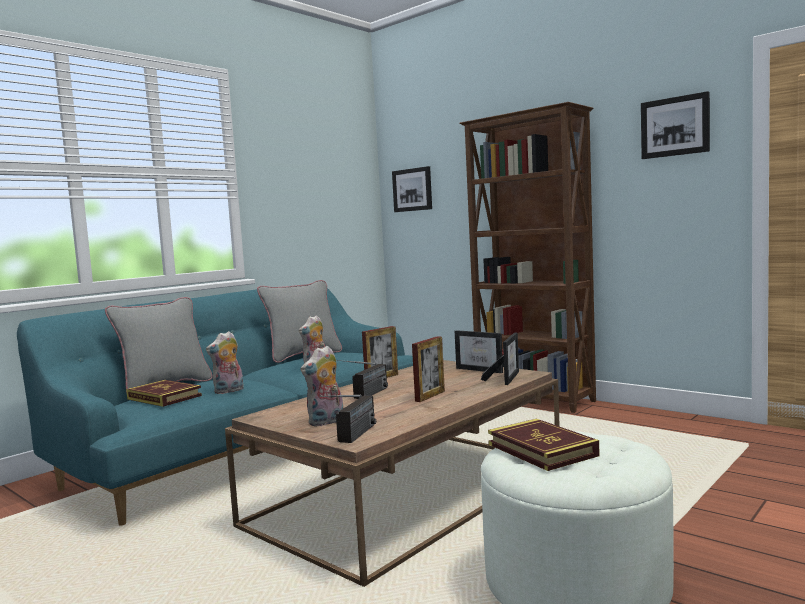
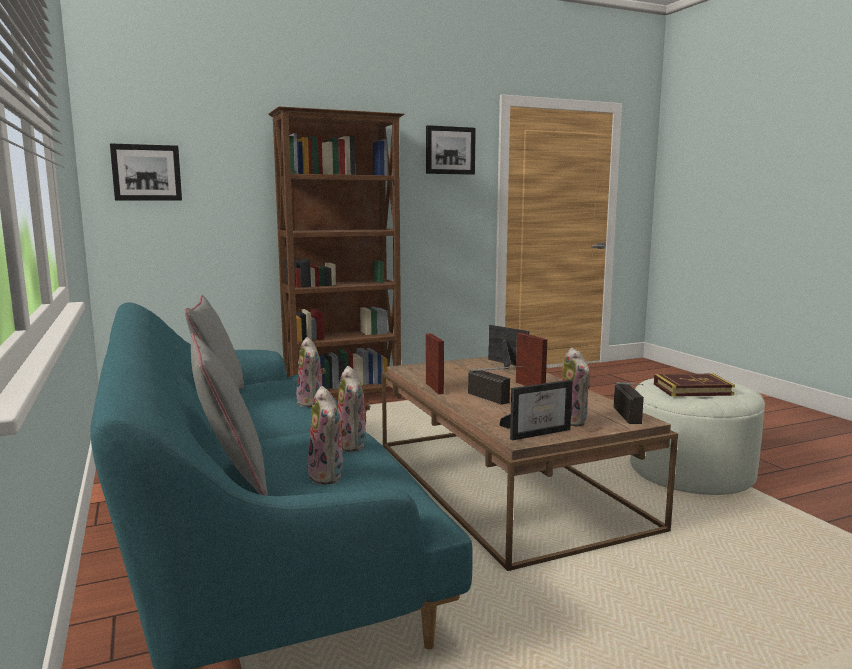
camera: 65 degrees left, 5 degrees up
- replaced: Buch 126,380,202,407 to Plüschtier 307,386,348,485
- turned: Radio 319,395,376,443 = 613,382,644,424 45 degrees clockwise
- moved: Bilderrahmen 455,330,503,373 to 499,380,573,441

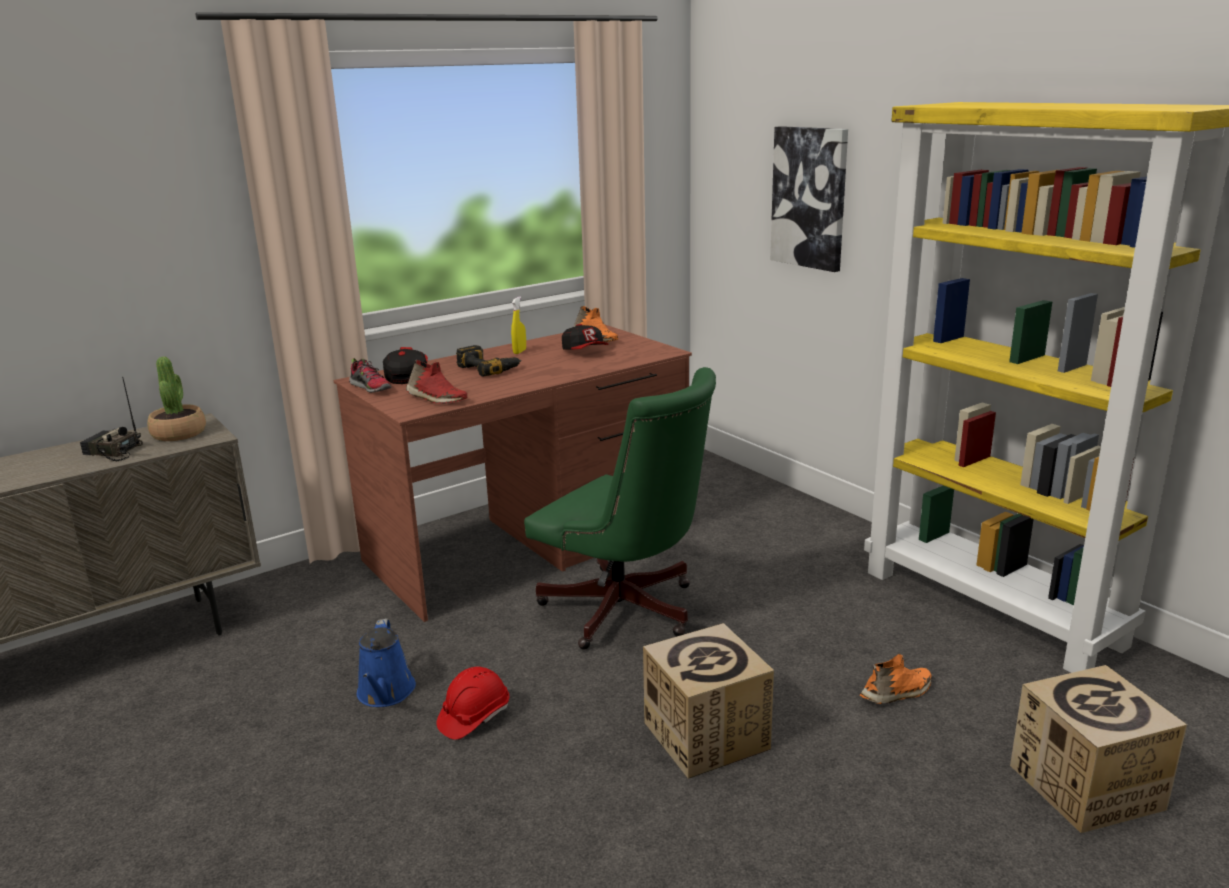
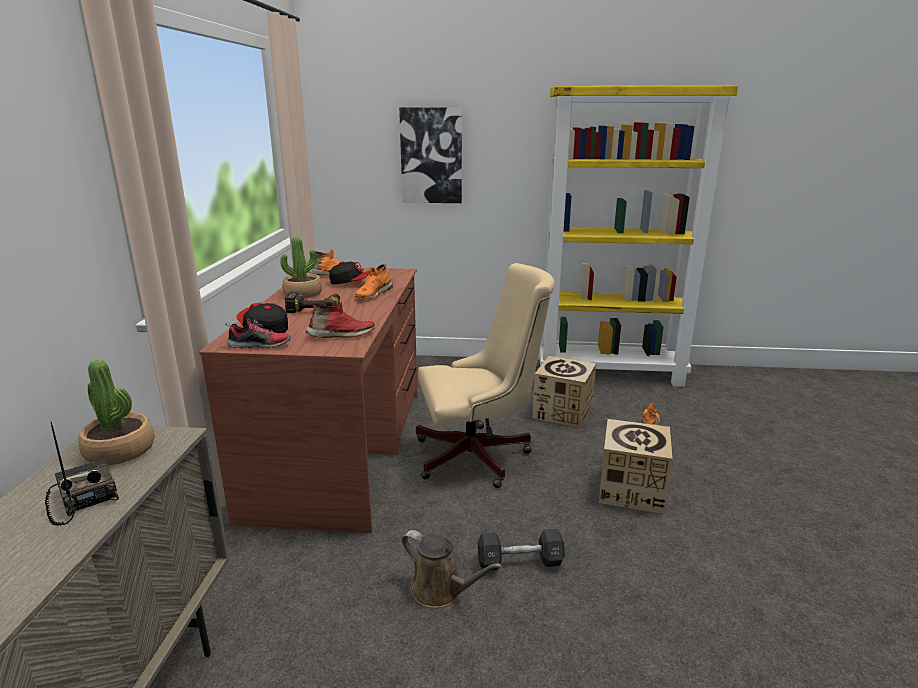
camera: 50 degrees left, 0 degrees up
- turned: Radio 80,377,143,462 = 45,422,119,526 90 degrees clockwise
- recoloured: Gießkanne/blau 357,619,416,707 to Gießkanne/braun 402,530,502,608
- replaced: Schutzhelm/rot 436,667,510,740 to Hantel/schwarz 478,529,565,571
- replaced: Sprühflasche/gelb 511,296,526,354 to Topfpflanze 280,237,322,298
- recoloured: Bürostuhl/grün 524,367,716,650 to Bürostuhl/beige 416,263,555,488
- moved: Karton 1010,665,1187,833 to 532,356,596,428
- added: Schuh/orange 355,264,393,299

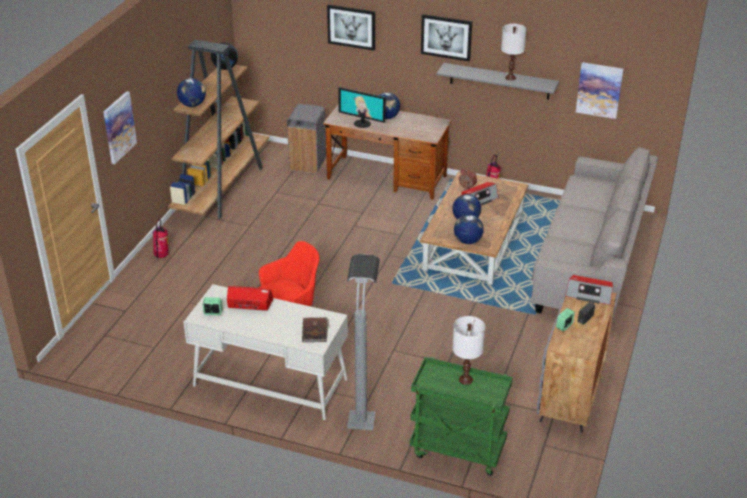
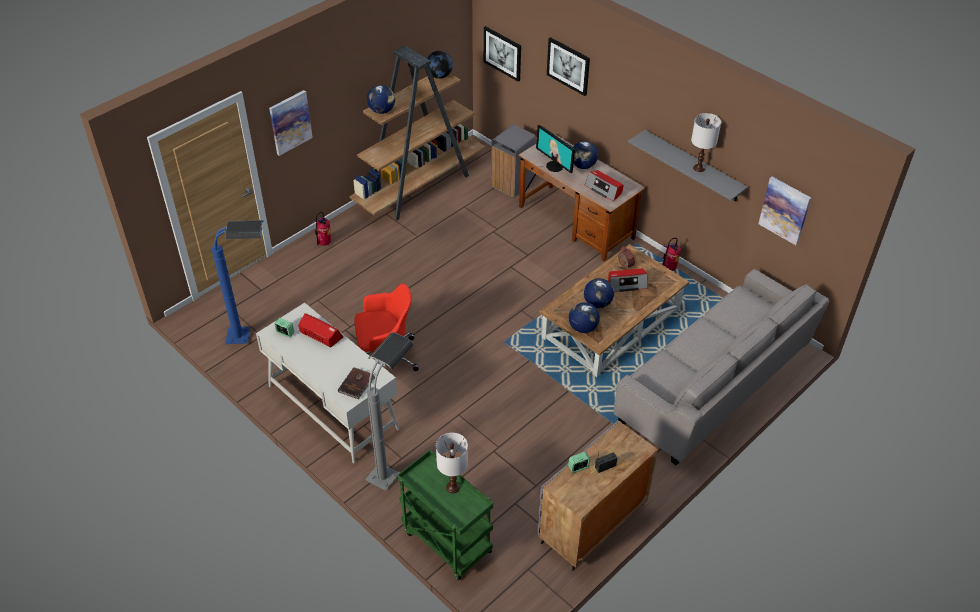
camera: 25 degrees right, 10 degrees up
- moved: Bild 421,14,472,62 to 484,26,521,82
- moved: Radio 565,275,613,305 to 585,170,623,202
- added: Stehlampe/blau 212,220,263,344

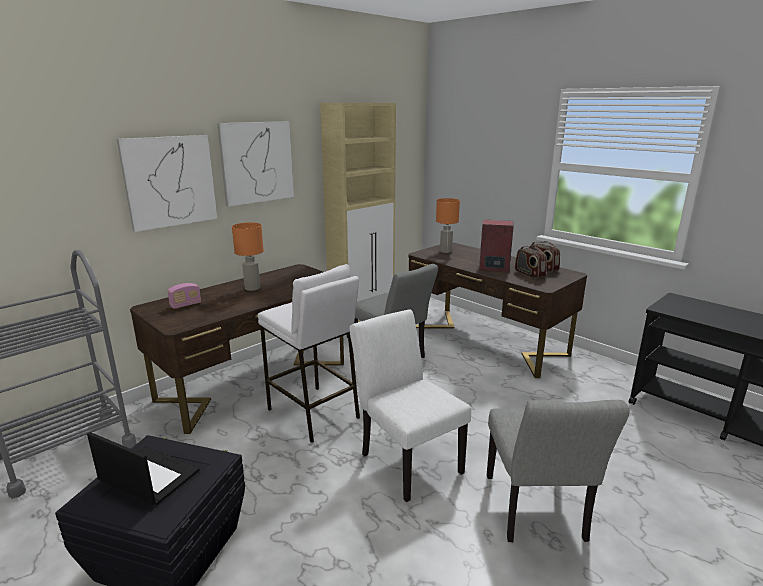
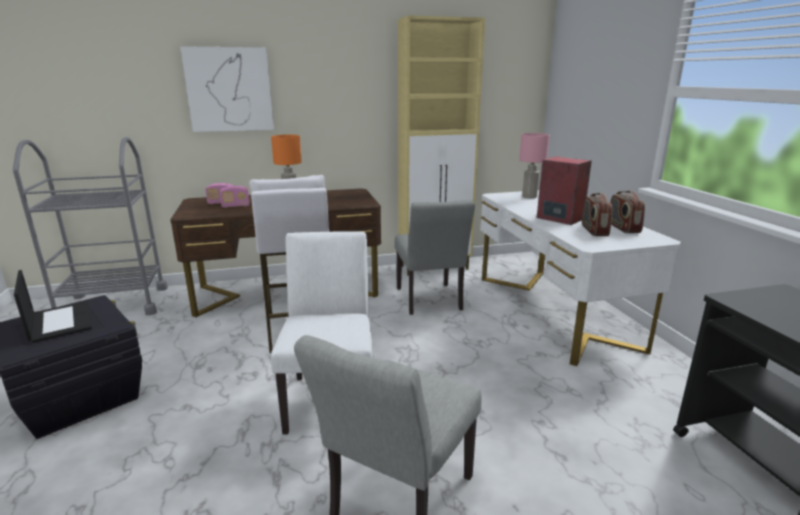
camera: 30 degrees right, 0 degrees up
- removed: Bild 217,121,294,207
- recoloured: Schreibtisch/braun 409,243,587,378 to Schreibtisch/weiß 480,190,681,366
- recoloured: Tischlampe/orange 436,198,460,253 to Tischlampe/rosa 519,133,550,198
- added: Radio 220,186,250,208

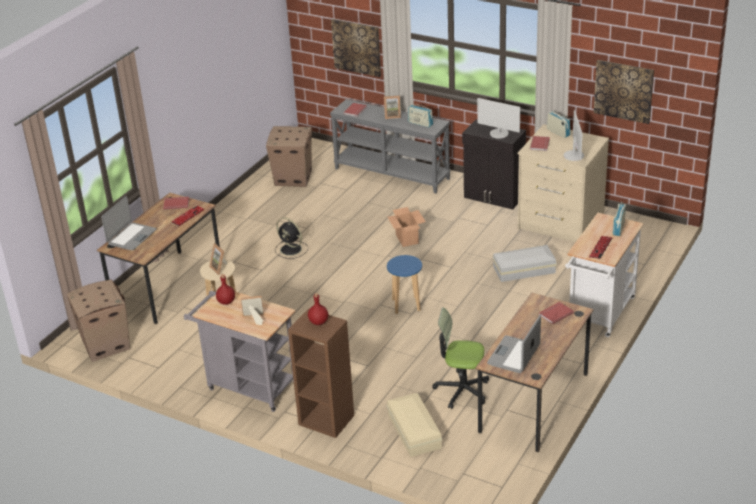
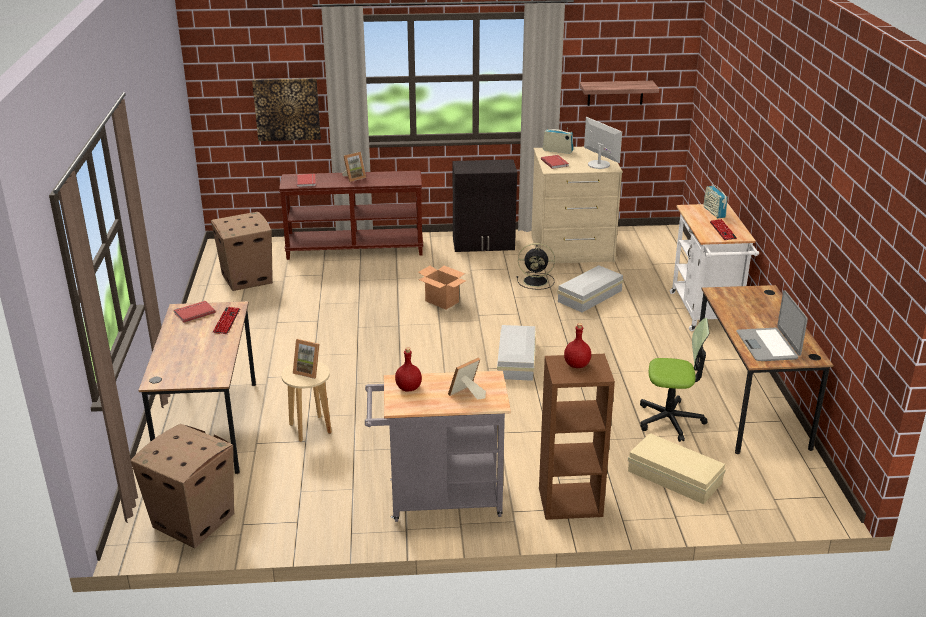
camera: 35 degrees left, 5 degrees down
- removed: Laptop 101,196,157,250
- moved: Ventilator/schwarz 275,217,308,259 to 517,243,555,290
- recoloured: Konsolentisch/grau 330,99,451,194 to Konsolentisch/braun 279,171,423,260
- replaced: Hocker/blau 387,255,422,314 to Aufbewahrungsbox/weiß 497,325,536,381
- removed: Radio 408,104,433,127
- turned: Bürostuhl 432,307,489,409 = 640,318,709,442 150 degrees counterclockwise
- removed: Monitor 477,98,520,139
- removed: Buch/rot 539,302,574,324
- replaced: Bild 594,60,654,124 to Wandregal 580,81,659,106

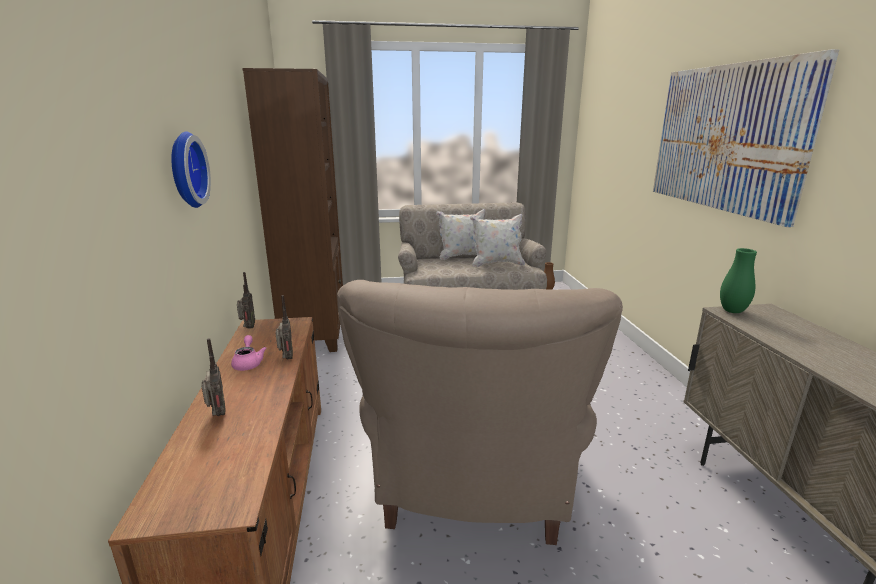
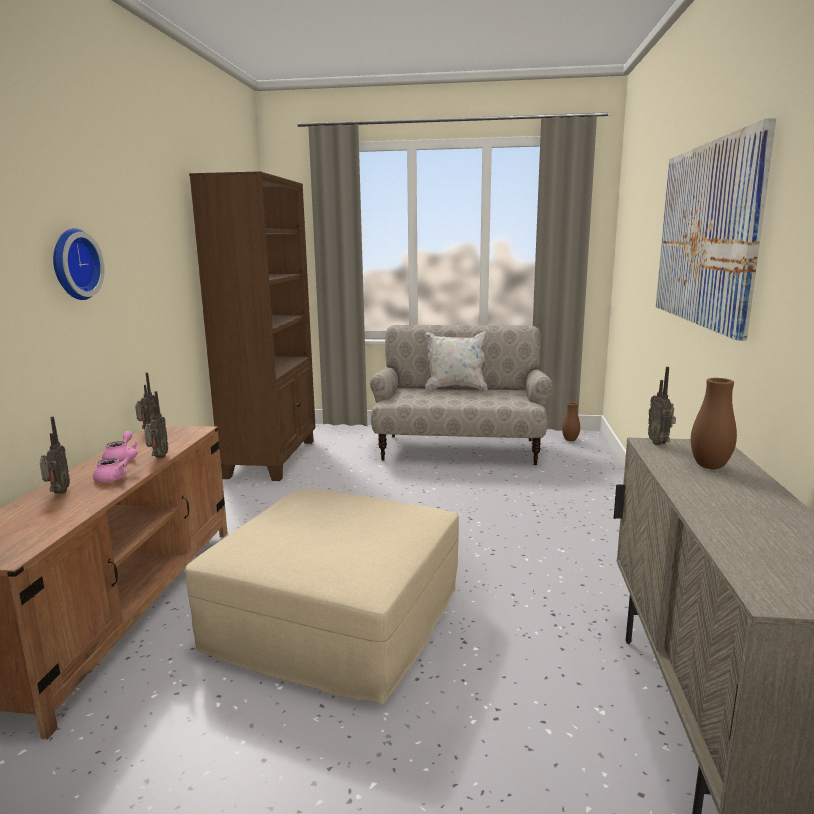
camera: 15 degrees right, 5 degrees down
- replaced: Sessel/beige 337,280,623,545 to Polsterhocker/beige 185,489,459,705
- removed: Kissen/weiß 470,214,525,267
- replaced: Vase/grün 720,248,757,313 to Radio 648,367,676,445
- added: Teekanne/rosa 93,448,138,482
- added: Vase/braun 691,378,737,469

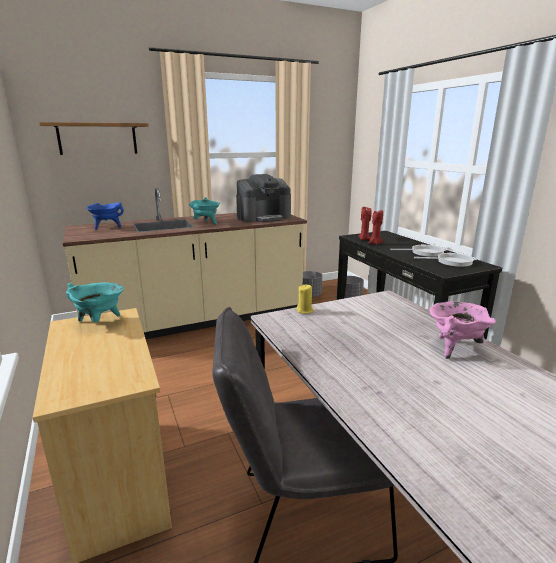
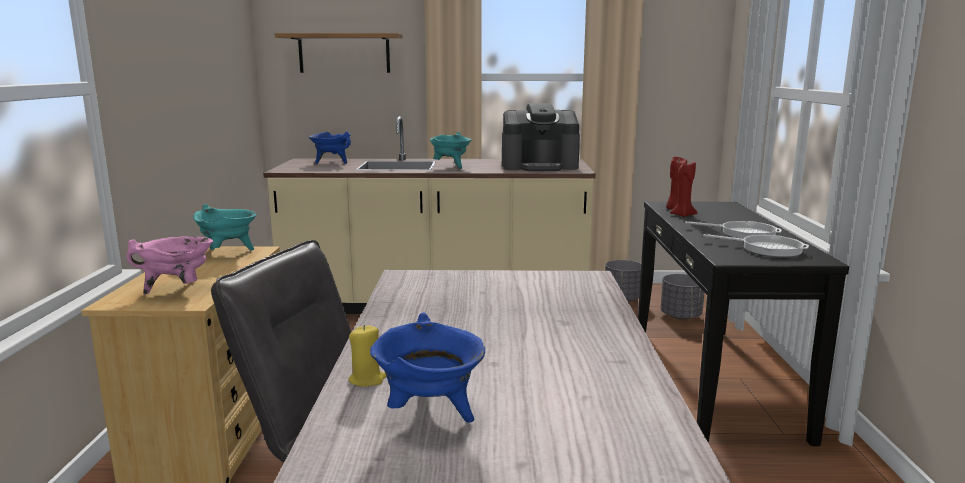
camera: 25 degrees right, 5 degrees down
- moved: Kerze/gelb 296,284,314,314 to 348,325,386,386
- moved: Kochtopf/rosa 430,302,496,359 to 126,236,213,295
- added: Kochtopf/blau 370,312,485,423

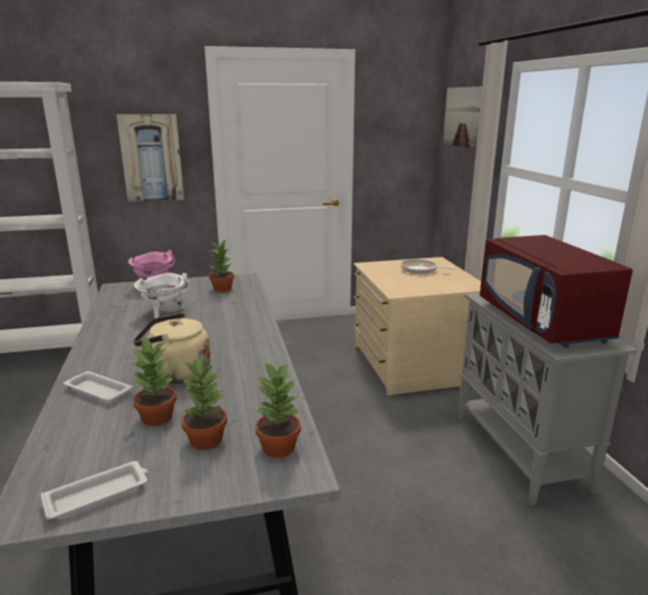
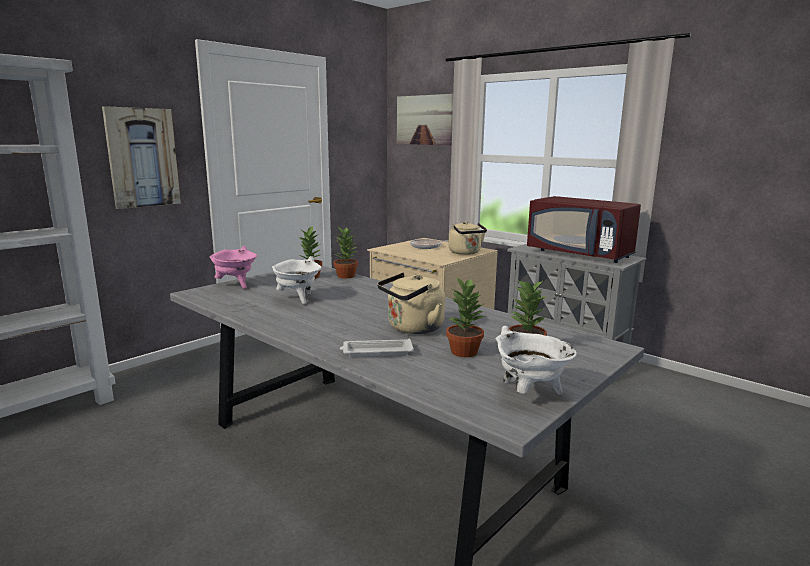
camera: 35 degrees left, 5 degrees down
- replaced: Tablett/weiß 40,461,147,519 to Kochtopf/weiß 496,326,577,394
- moved: Topfpflanze 255,362,301,458 to 334,226,358,279
- added: Wasserkessel/beige 448,221,487,255

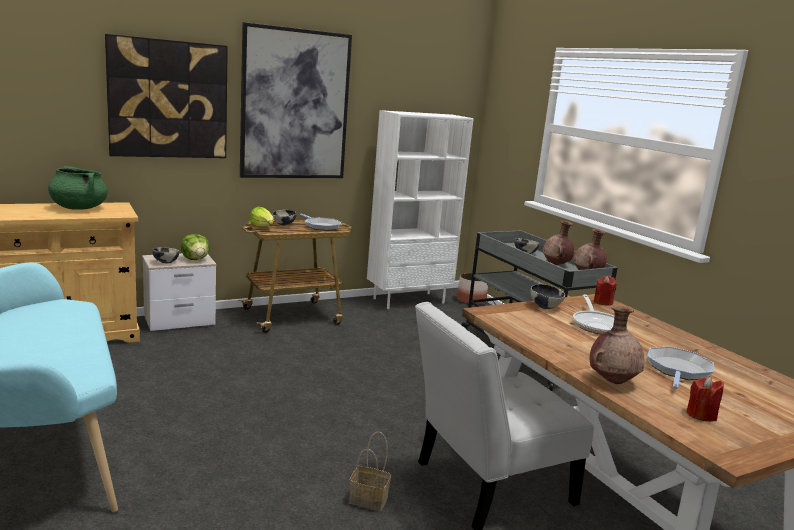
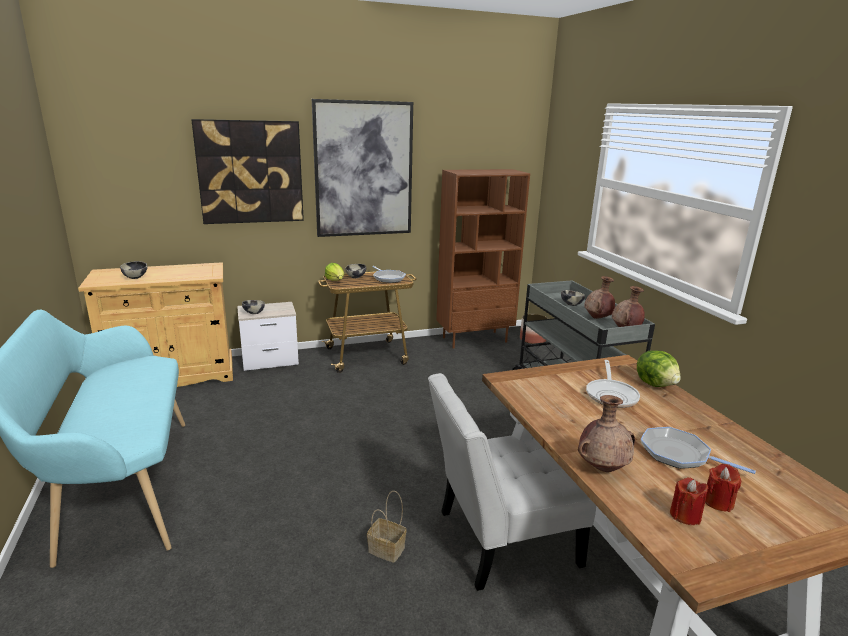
camera: 10 degrees right, 5 degrees up
- removed: Kochtopf/grün 48,166,108,210
- moved: Salatkopf 181,234,210,260 to 637,351,681,387
- recoloured: Bücherregal/weiß 367,110,474,309 to Bücherregal/braun 436,169,530,349
- moved: Schüssel 531,284,565,309 to 120,261,147,279
- moved: Kerze/rot 594,276,617,306 to 705,464,741,512
- turned: Pfanne 647,347,714,389 = 641,427,756,474 90 degrees counterclockwise

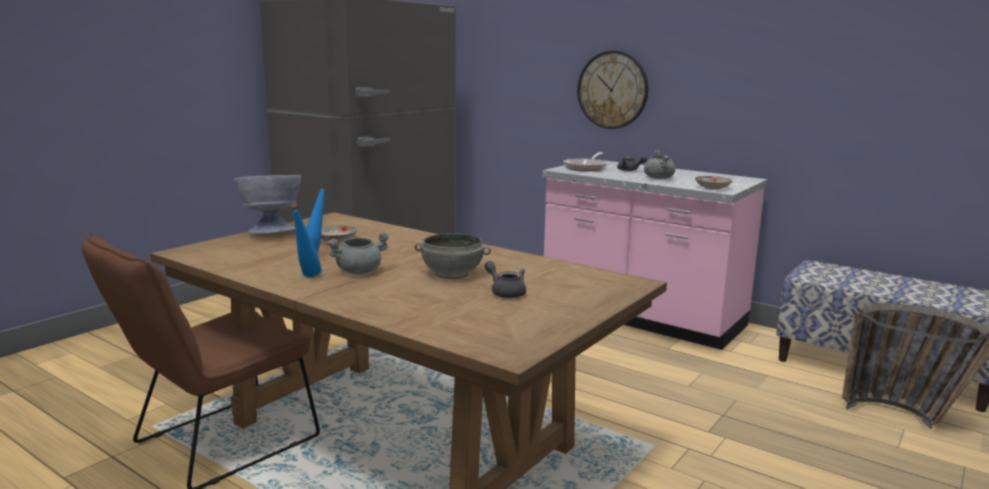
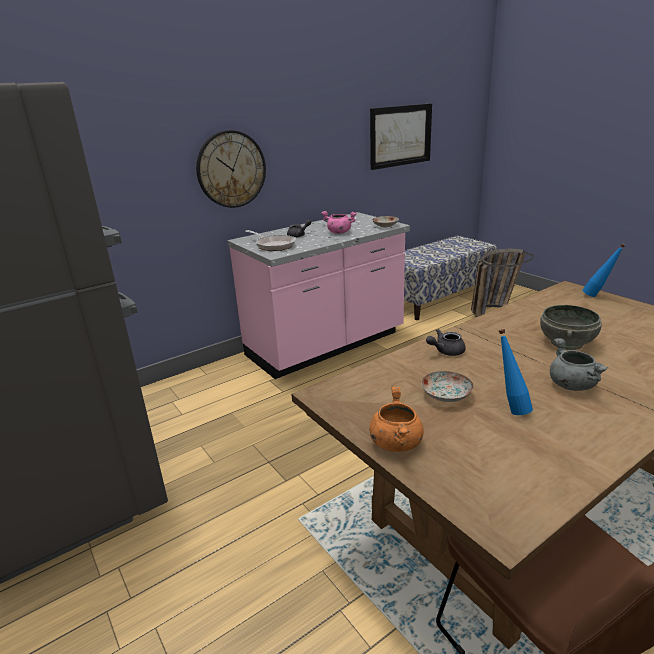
camera: 70 degrees left, 10 degrees up
- replaced: Schüssel/grau 234,175,301,234 to Kochtopf/orange 369,387,424,452
- moved: Flasche/blau 291,204,322,277 to 583,243,626,297
- moved: Teekanne/grau 484,261,526,298 to 426,329,466,356
- recoloured: Kochtopf/grau 644,150,675,179 to Kochtopf/rosa 321,211,357,234
- added: Bild 370,104,432,170

